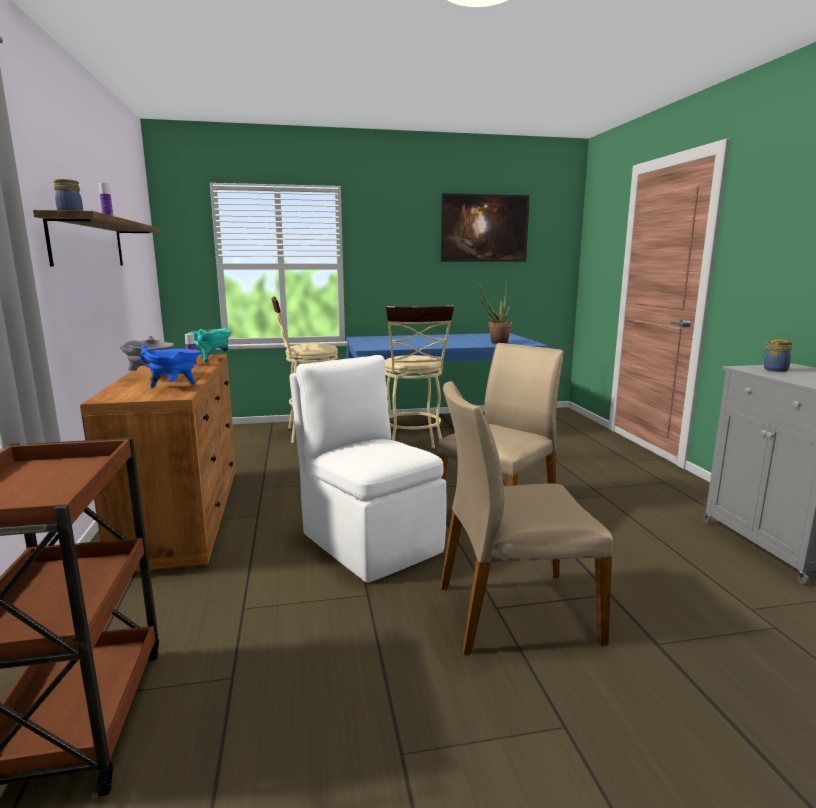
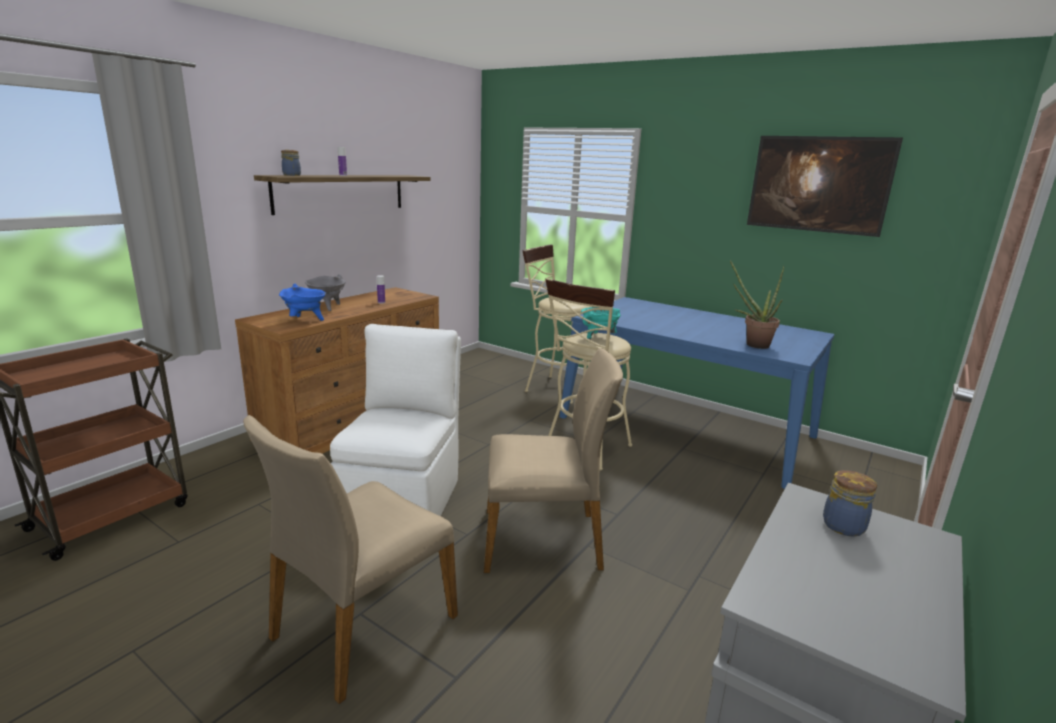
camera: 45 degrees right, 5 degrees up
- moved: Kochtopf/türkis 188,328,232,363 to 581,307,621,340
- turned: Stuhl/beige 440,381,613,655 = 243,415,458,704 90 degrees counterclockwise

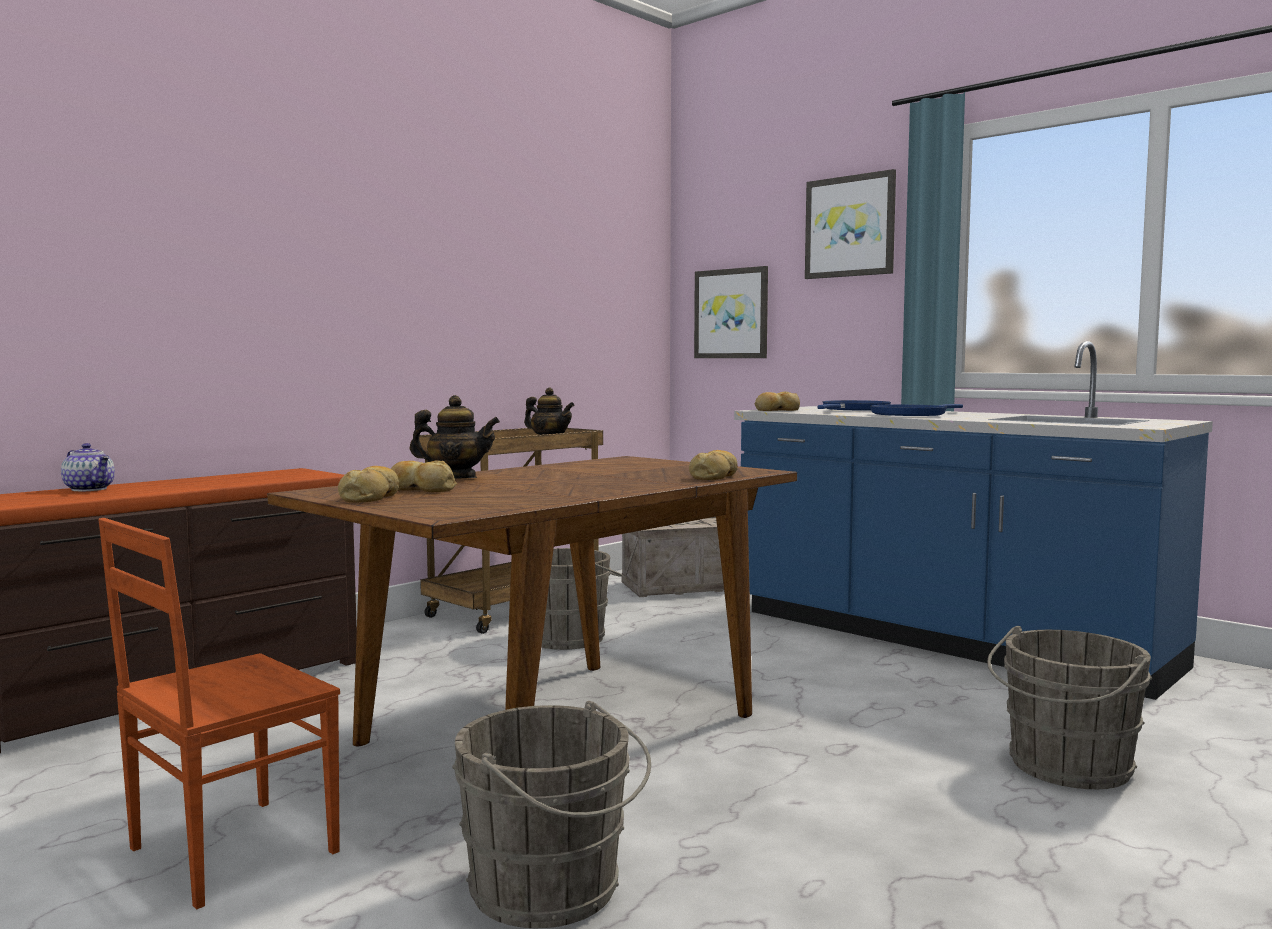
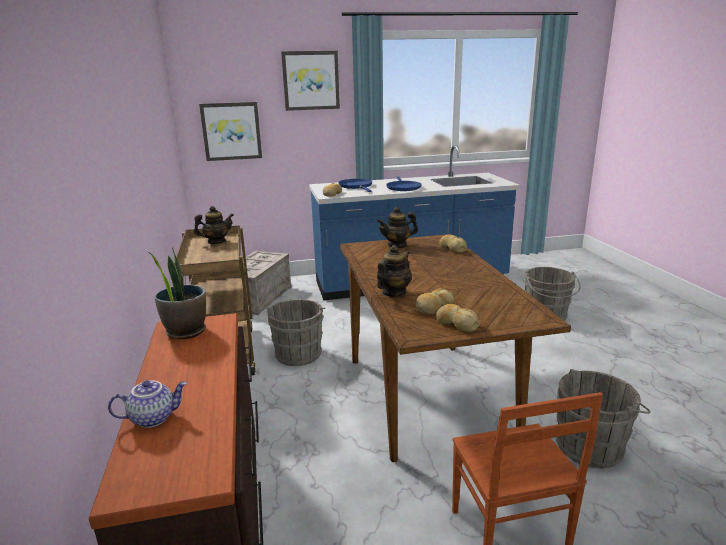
camera: 55 degrees left, 15 degrees up
- added: Topfpflanze 148,247,206,339
- added: Teekanne 376,207,418,248

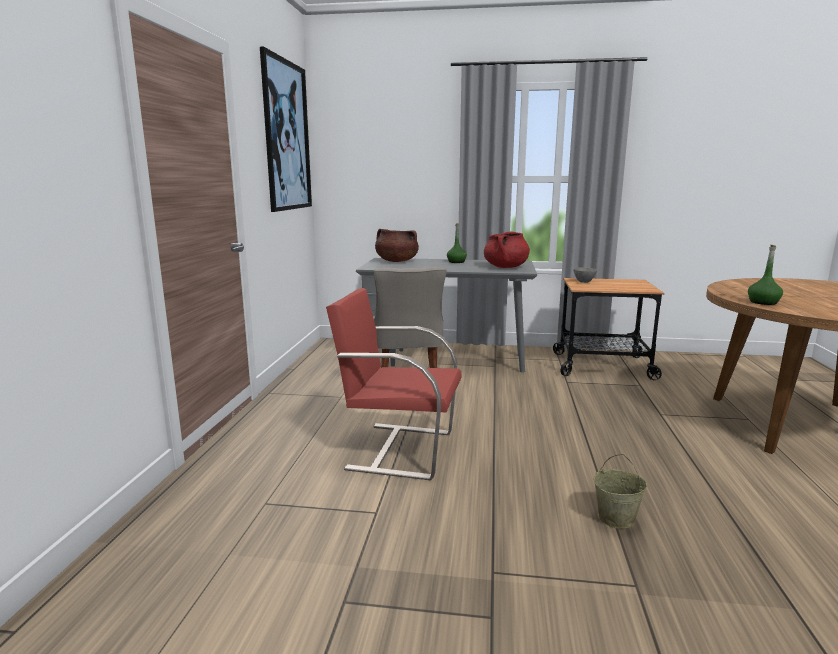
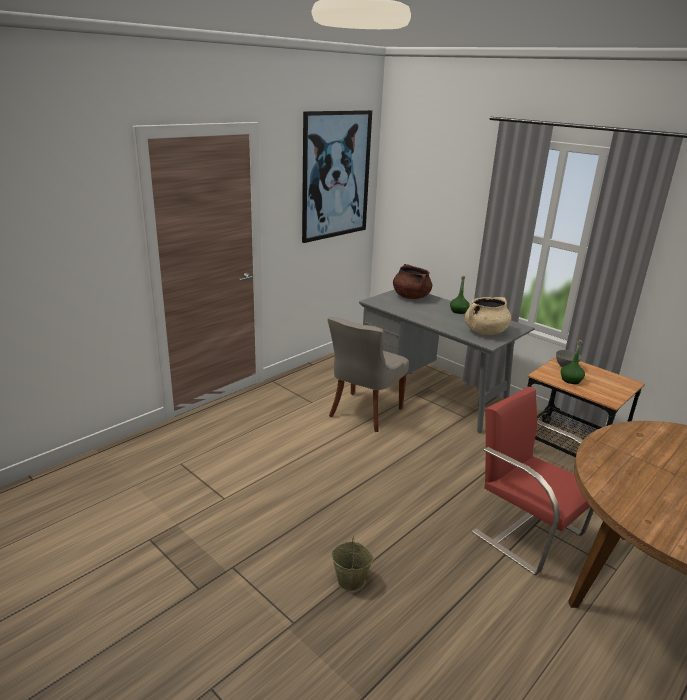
camera: 35 degrees right, 10 degrees up
- moved: Stuhl/rot 326,288,461,480 to 472,387,594,575
- recoloured: Kochtopf/rot 484,231,530,268 to Kochtopf/beige 465,297,511,335
- moved: Flasche/grün 748,244,783,305 to 561,340,585,384

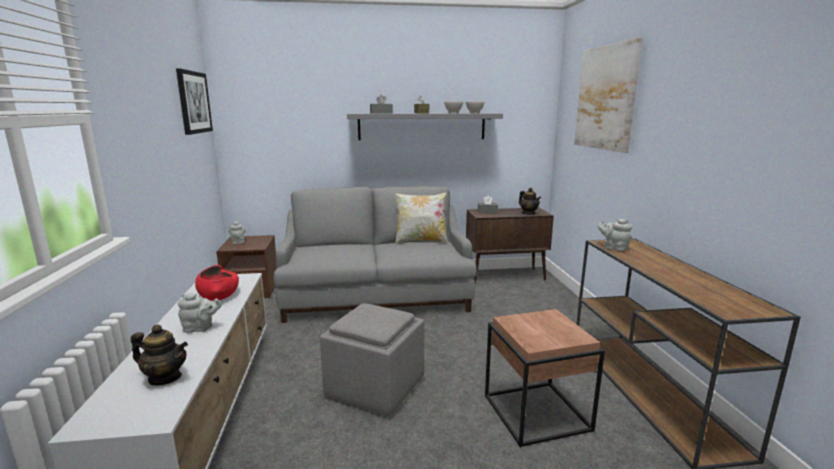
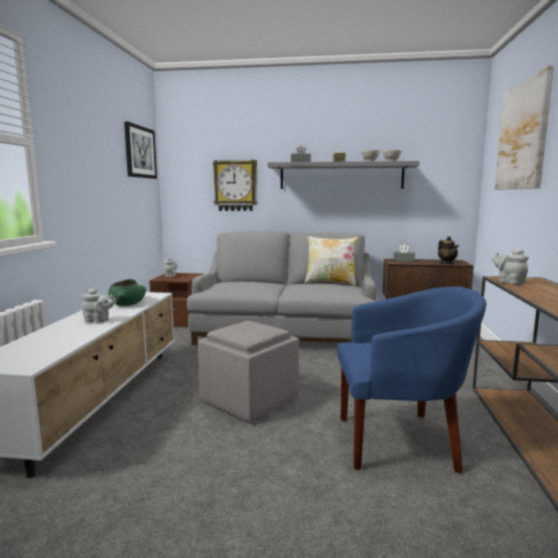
camera: 15 degrees right, 5 degrees down
- removed: Teekanne 131,325,188,386
- recoloured: Schüssel/rot 195,265,239,301 to Schüssel/grün 108,279,146,306
- replaced: Beistelltisch/braun 485,309,605,448 to Sessel/blau 337,286,487,474
- added: Wanduhr 213,160,257,211

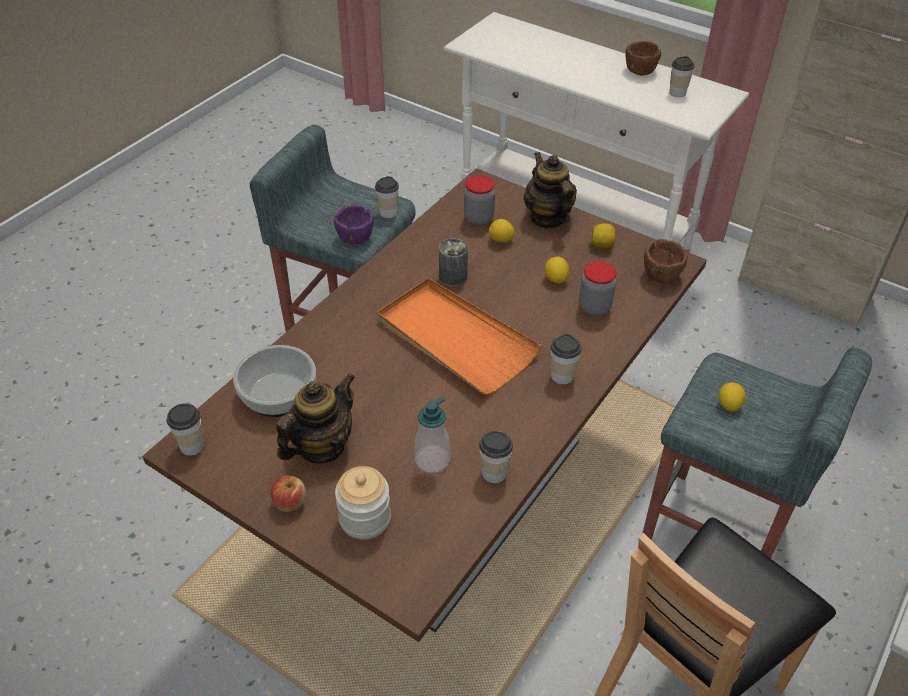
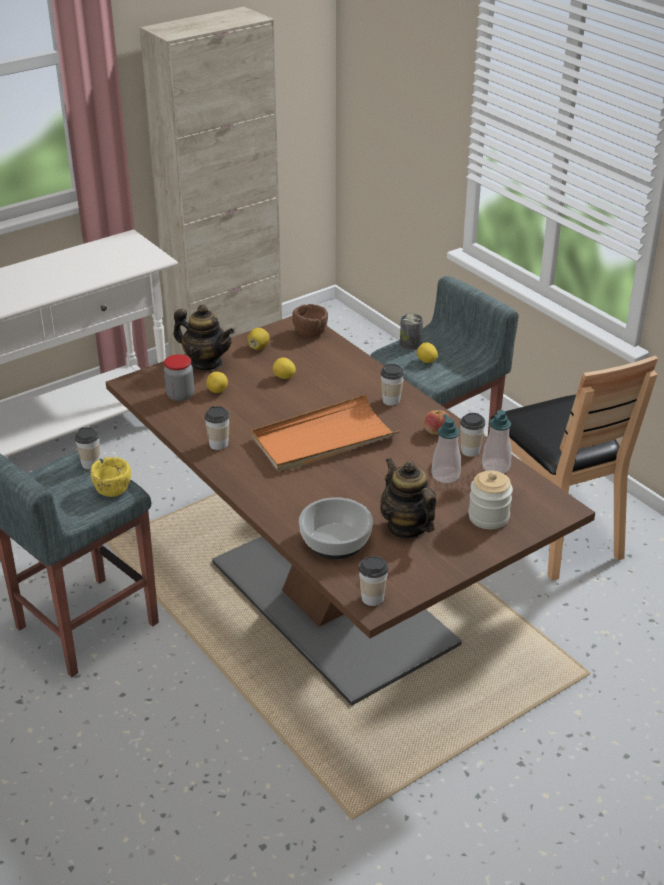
camera: 70 degrees left, 10 degrees down
- moved: Apfel 270,476,306,512 to 424,410,450,435
- recoloured: Schüssel/lila 334,205,374,244 to Schüssel/gelb 90,457,131,497
- moved: Dose 439,239,468,286 to 400,313,423,350
- turned: Teekanne 524,152,577,229 = 173,304,234,370 150 degrees counterclockwise
- removed: Vorratsglas 579,261,616,316
- removed: Schüssel/braun 626,41,661,76
- moved: Tasse 669,56,695,97 to 204,406,230,450
- added: Seifenspender 482,410,512,473

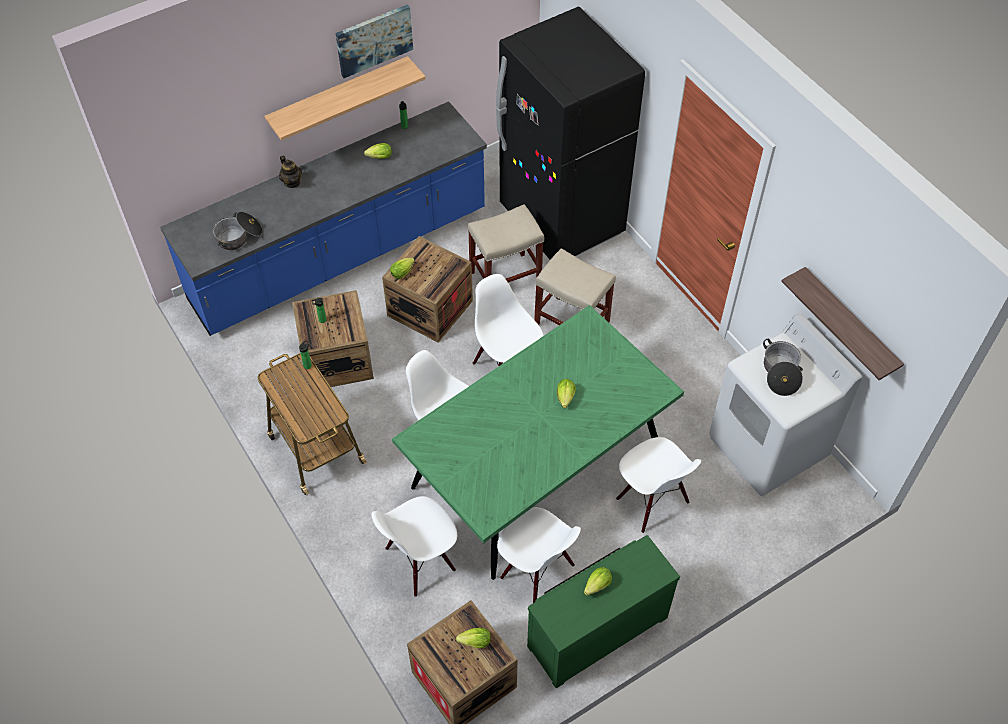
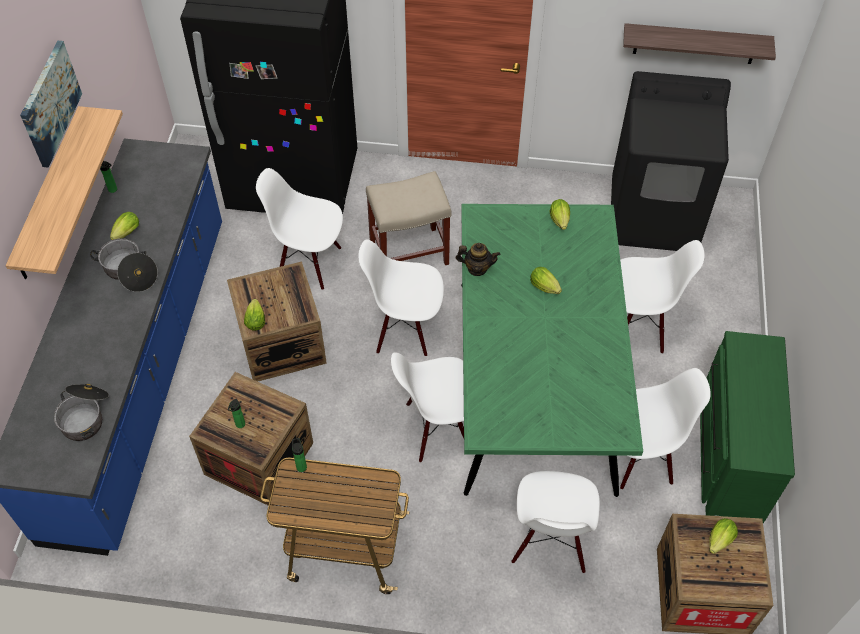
camera: 50 degrees left, 0 degrees up
- moved: Teekanne 279,155,302,188 to 456,243,500,276
- replaced: Hocker/beige 468,204,544,283 to Stuhl/weiß 256,168,343,290
- moved: Salatkopf 584,567,612,596 to 550,199,570,230
- recoloured: Waschmaschine/weiß 709,314,862,496 to Waschmaschine/schwarz 611,71,731,251
- moved: Kochtopf 763,339,803,396 to 90,238,158,292

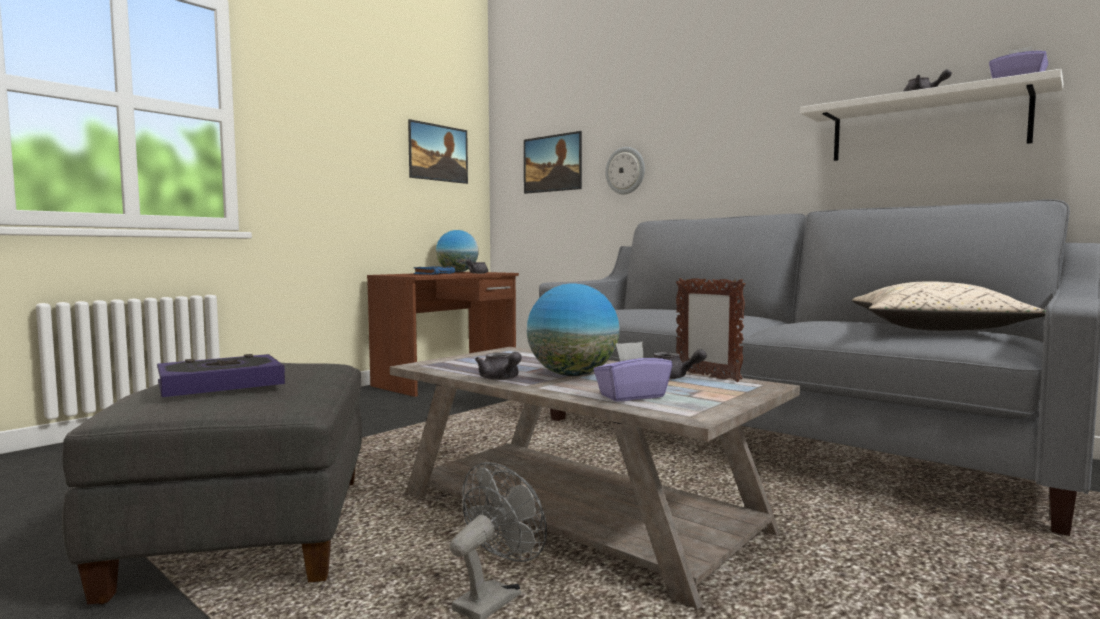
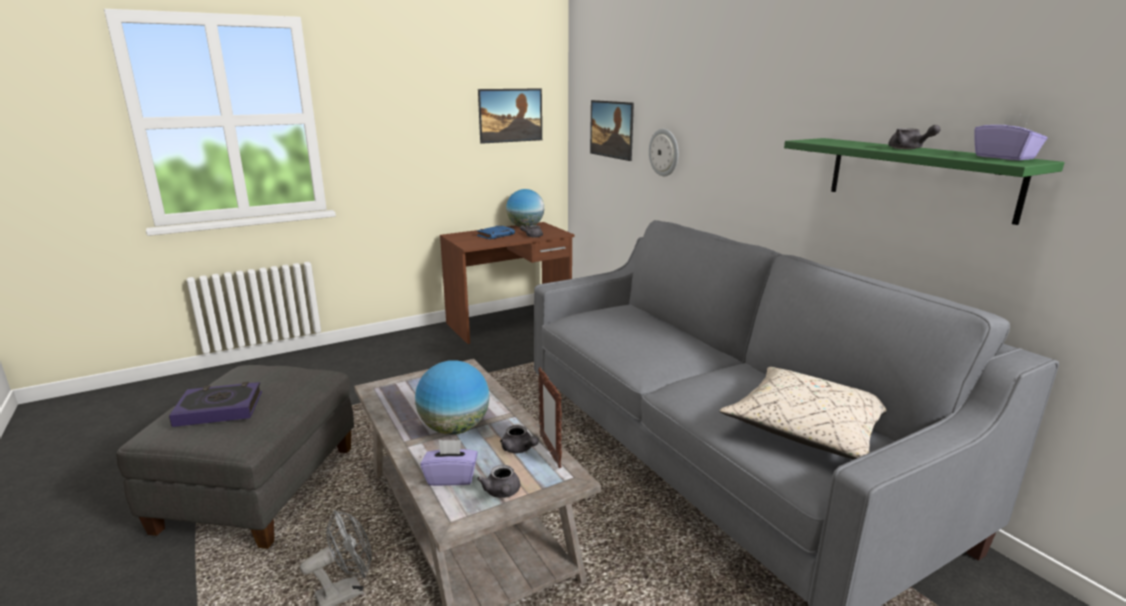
camera: 20 degrees right, 15 degrees up
- moved: Teekanne/grau 475,352,521,380 to 477,465,520,498
- recoloured: Wandregal/weiß 800,69,1063,161 to Wandregal/grün 784,138,1065,225

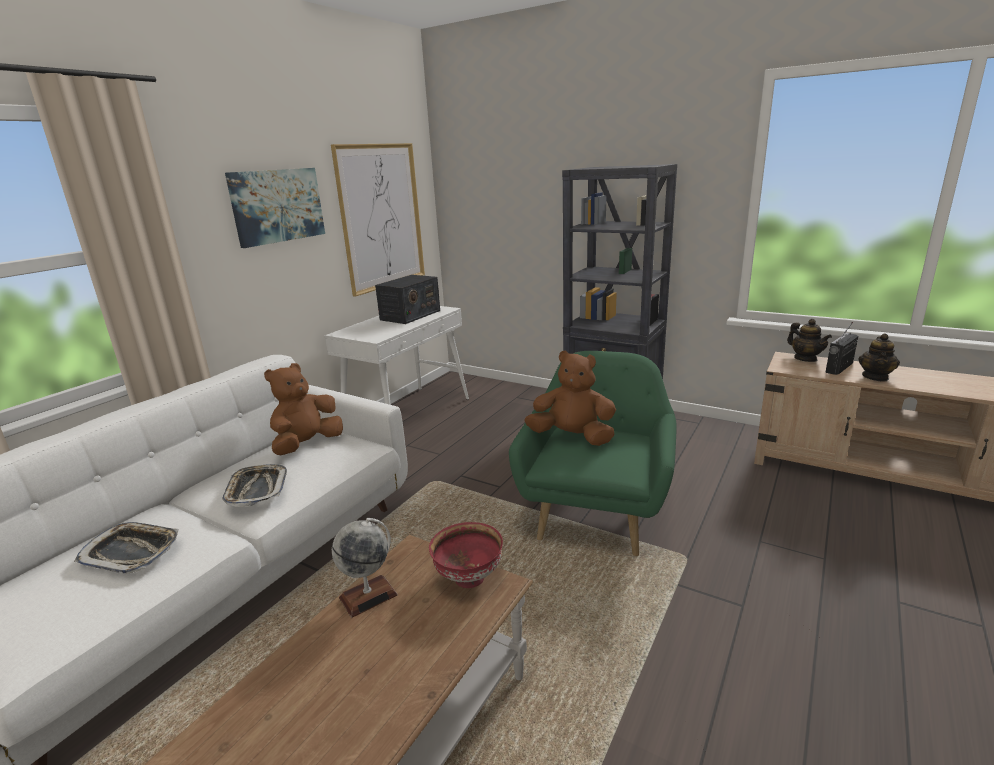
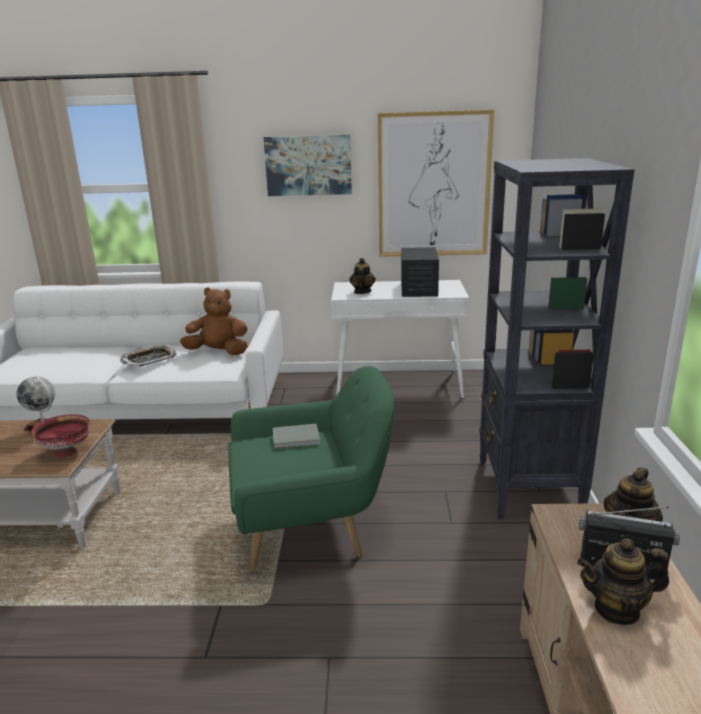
camera: 60 degrees right, 0 degrees up
- removed: Tablett 74,522,179,574
- turned: Radio 375,275,440,324 = 401,247,439,297 90 degrees counterclockwise
- replaced: Plüschtier/braun 524,350,616,446 to Buch/grau 273,423,320,449
- added: Teekanne 349,258,376,294

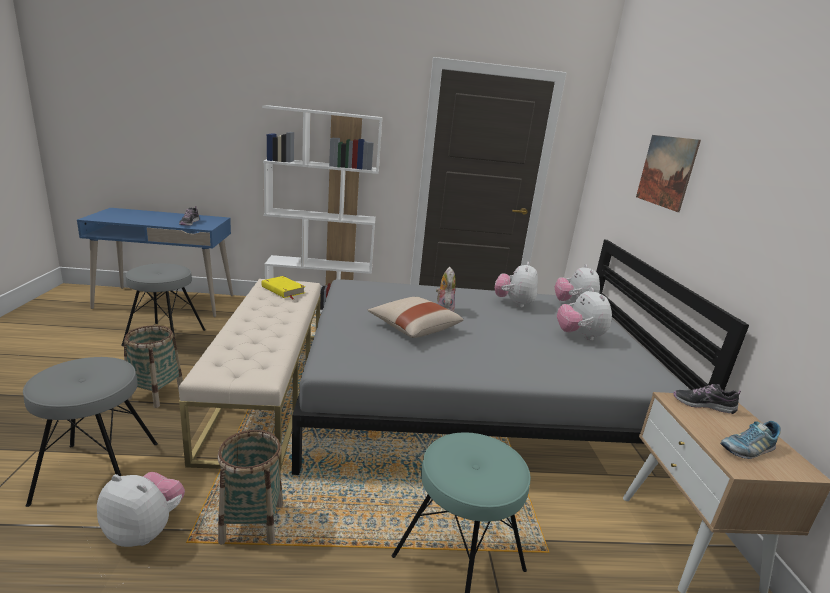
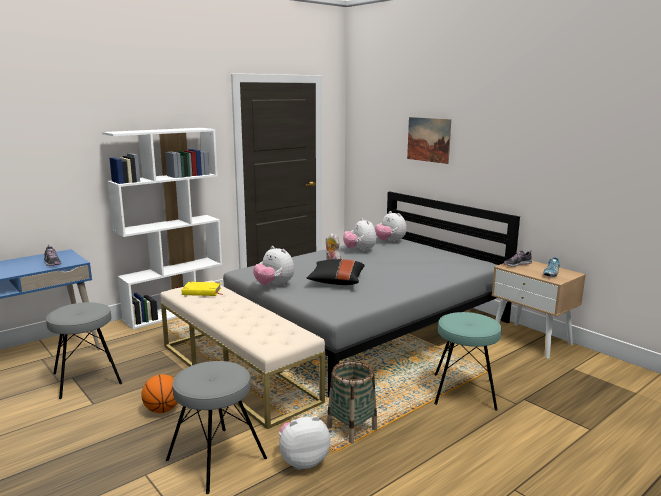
camera: 35 degrees left, 5 degrees down
- replaced: Korb 124,325,183,408 to Basketball 141,374,178,413
- recoloured: Kissen/beige 368,297,464,338 to Kissen/schwarz 307,259,365,285
- moved: Plüschtier 557,288,612,341 to 253,246,294,286

